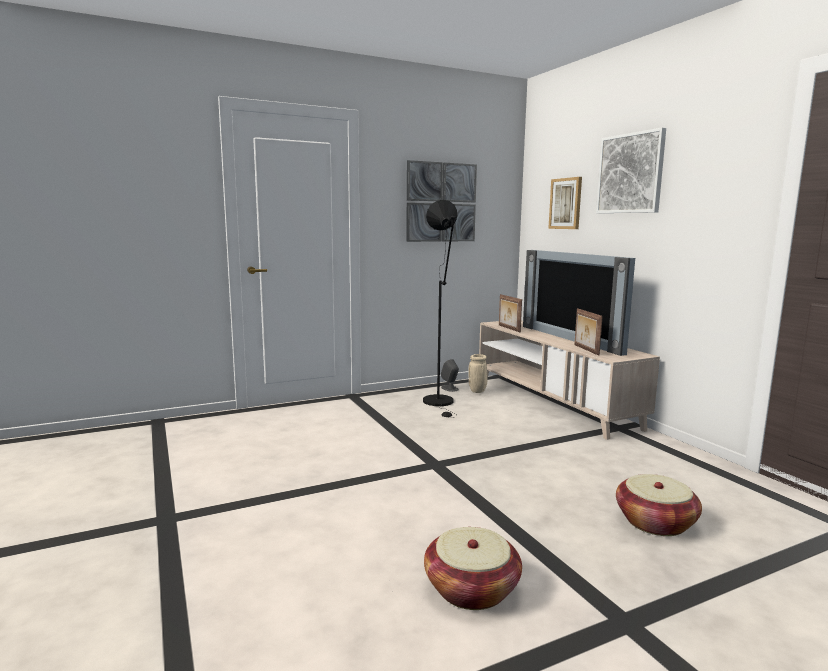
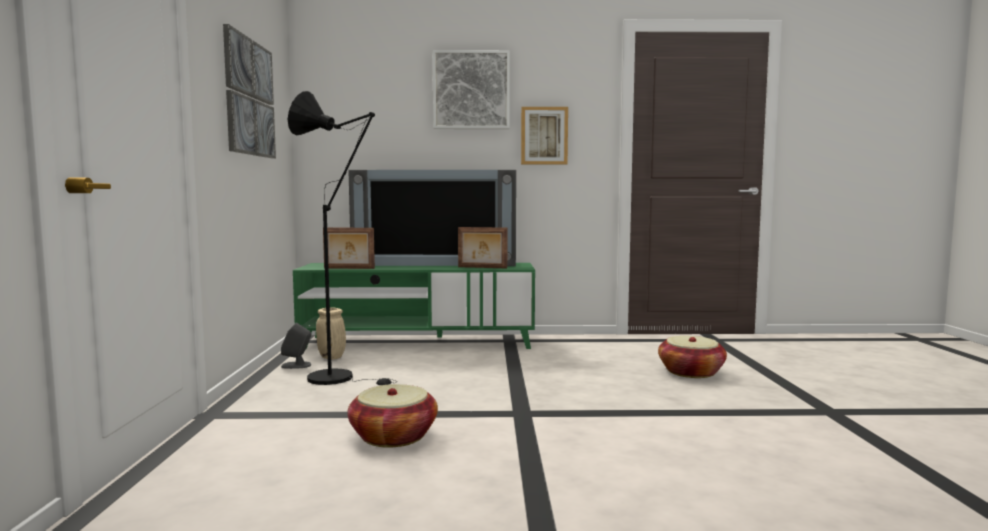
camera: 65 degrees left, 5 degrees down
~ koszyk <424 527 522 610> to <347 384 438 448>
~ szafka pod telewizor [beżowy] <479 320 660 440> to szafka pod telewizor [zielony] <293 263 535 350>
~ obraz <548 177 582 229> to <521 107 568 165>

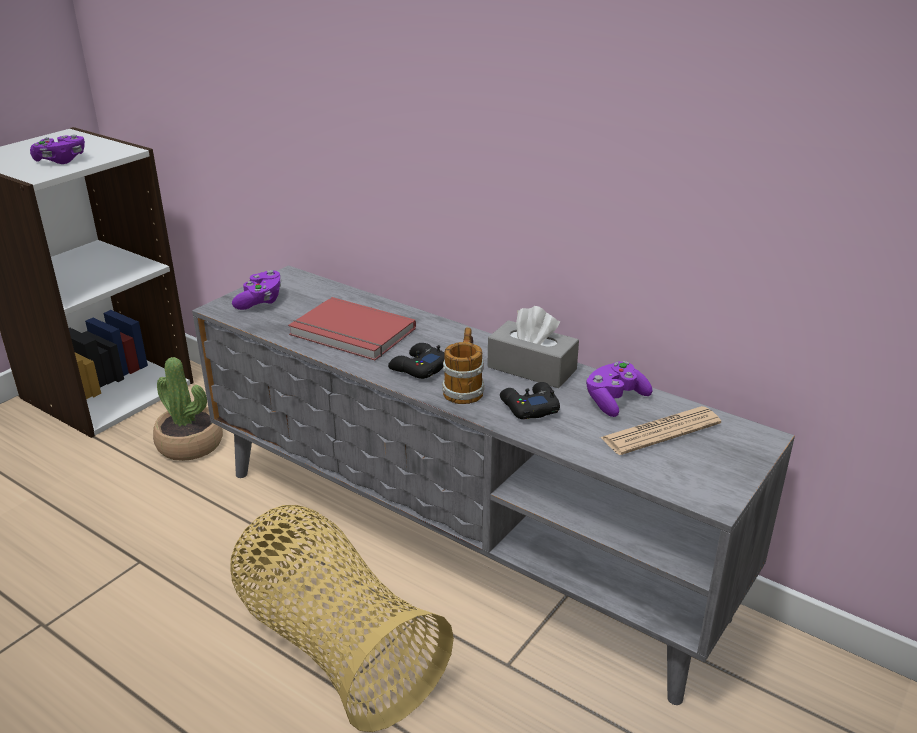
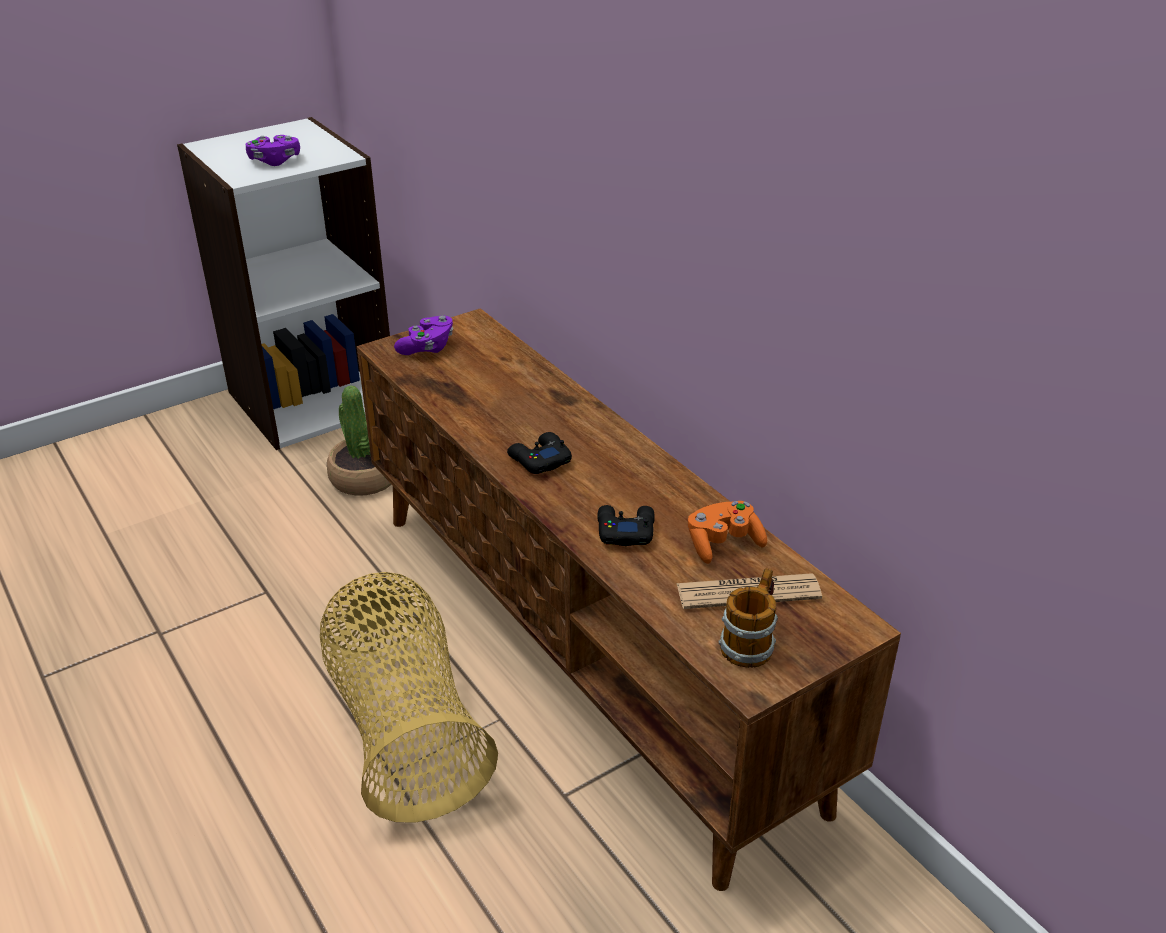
camera: 20 degrees right, 5 degrees up
~ szafka pod telewizor [szary] <192 265 795 705> to szafka pod telewizor [brązowy] <357 308 901 891>
- książka [czerwony] <288 297 416 360>
~ kubek <442 328 484 404> to <719 568 778 668>
- pudełko chusteczek [szary] <487 306 579 388>
~ pad do gier [fioletowy] <586 361 653 417> to pad do gier [pomarańczowy] <688 501 767 564>

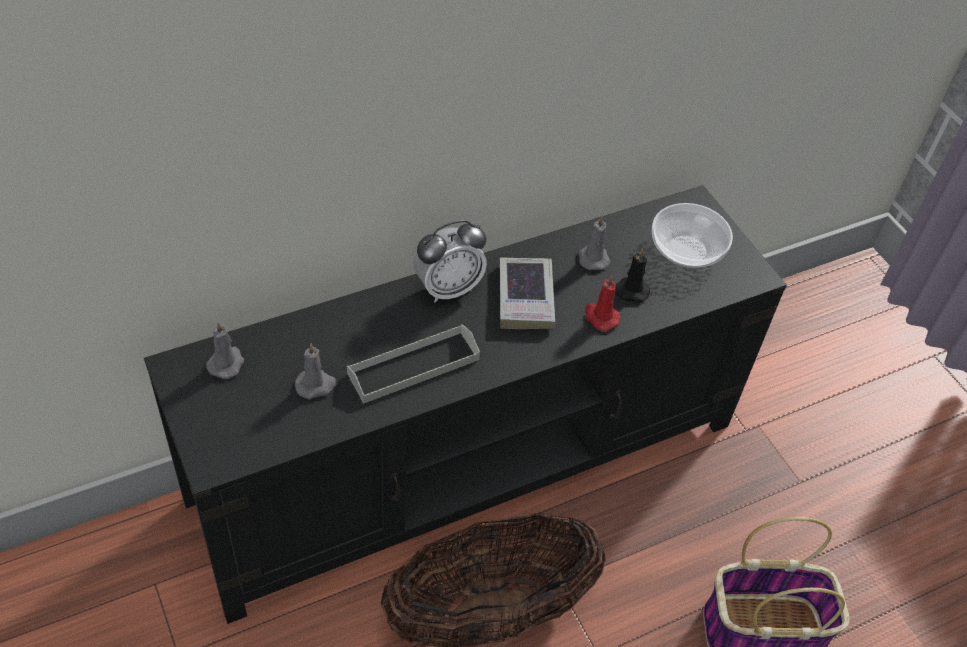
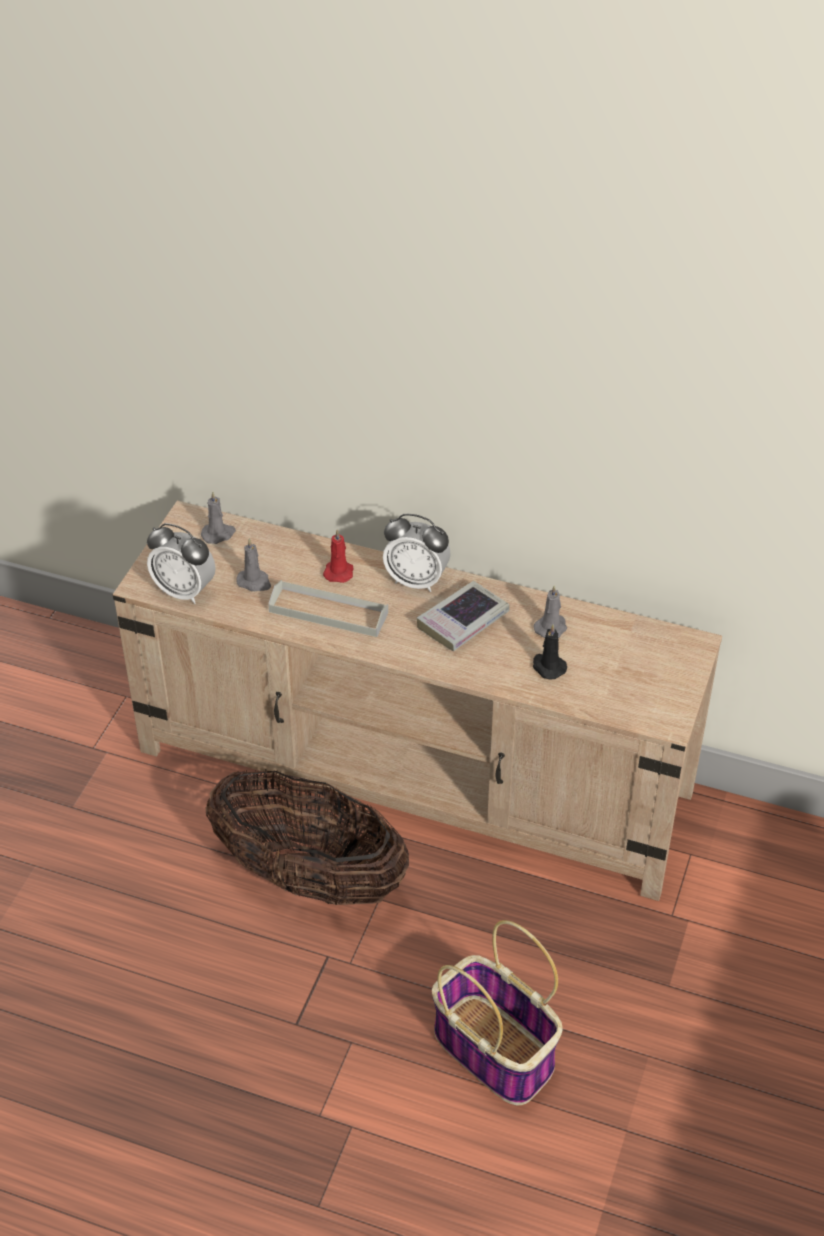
camera: 50 degrees right, 5 degrees down
~ szafka pod telewizor [czarny] <144 185 787 624> to szafka pod telewizor [beżowy] <113 501 722 901>
~ świeca [czerwony] <585 275 620 331> to <323 529 353 583>
- miska <652 203 733 268>
+ budzik <147 523 216 604>

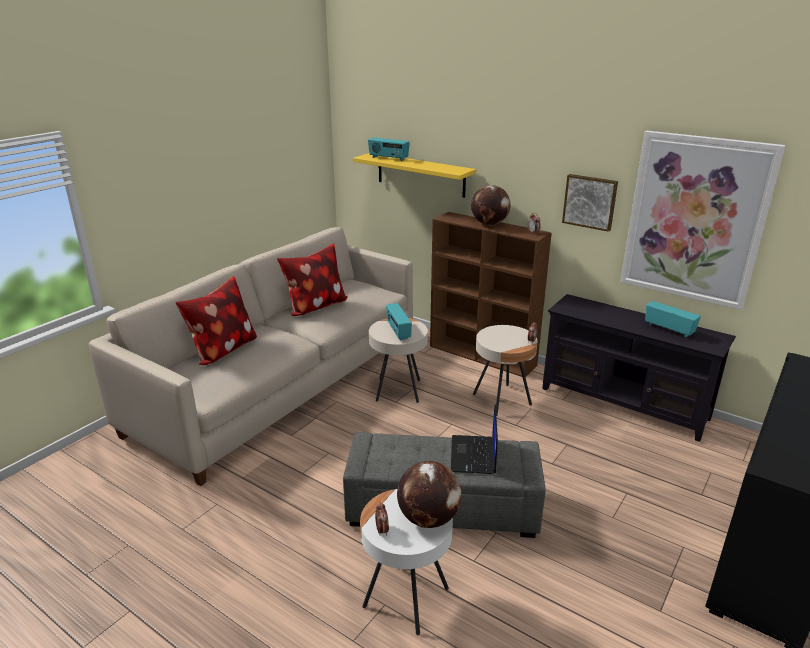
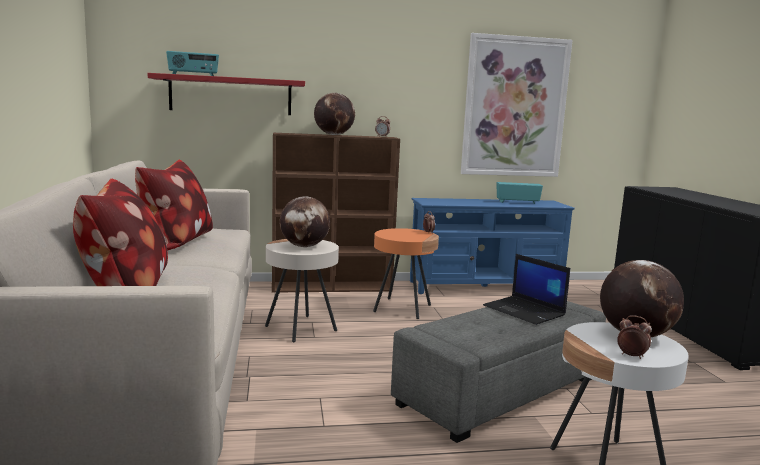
camera: 45 degrees left, 15 degrees down
~ półka [żółty] <353 153 476 198> to półka [czerwony] <148 73 305 115>
~ radio <386 303 412 341> to globus <280 196 330 247>
~ stolik [beżowy] <473 325 538 416> to stolik [pomarańczowy] <373 228 439 319>
~ szafka pod telewizor [czarny] <542 294 736 442> to szafka pod telewizor [niebieski] <410 198 575 294>
- obraz <562 174 618 232>

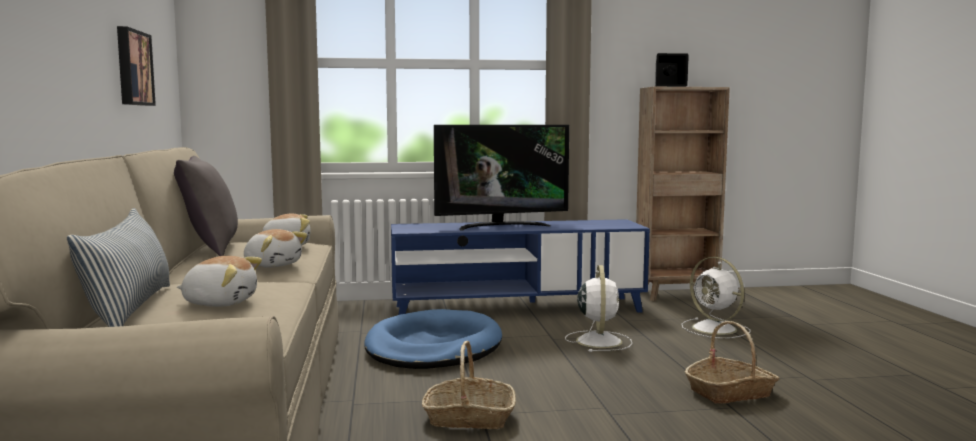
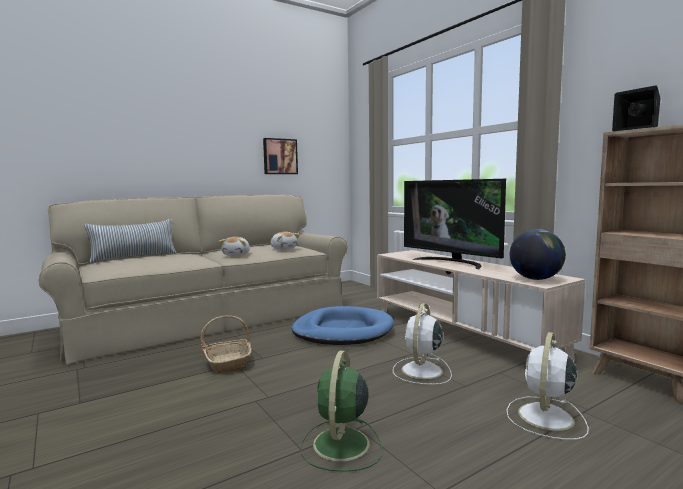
camera: 65 degrees right, 0 degrees up
- poduszka [szary] <174 156 238 256>
- pluszak <177 256 262 307>
~ szafka pod telewizor [niebieski] <391 219 650 315> to szafka pod telewizor [beżowy] <377 250 585 361>
~ wentylator [biały] <565 265 632 352> = <393 303 452 385> 135 degrees clockwise
~ koszyk <685 321 780 404> to wentylator [zielony] <301 351 382 472>
+ globus <510 229 566 280>

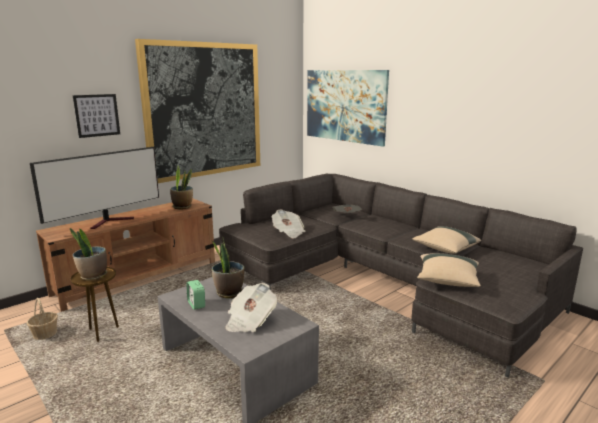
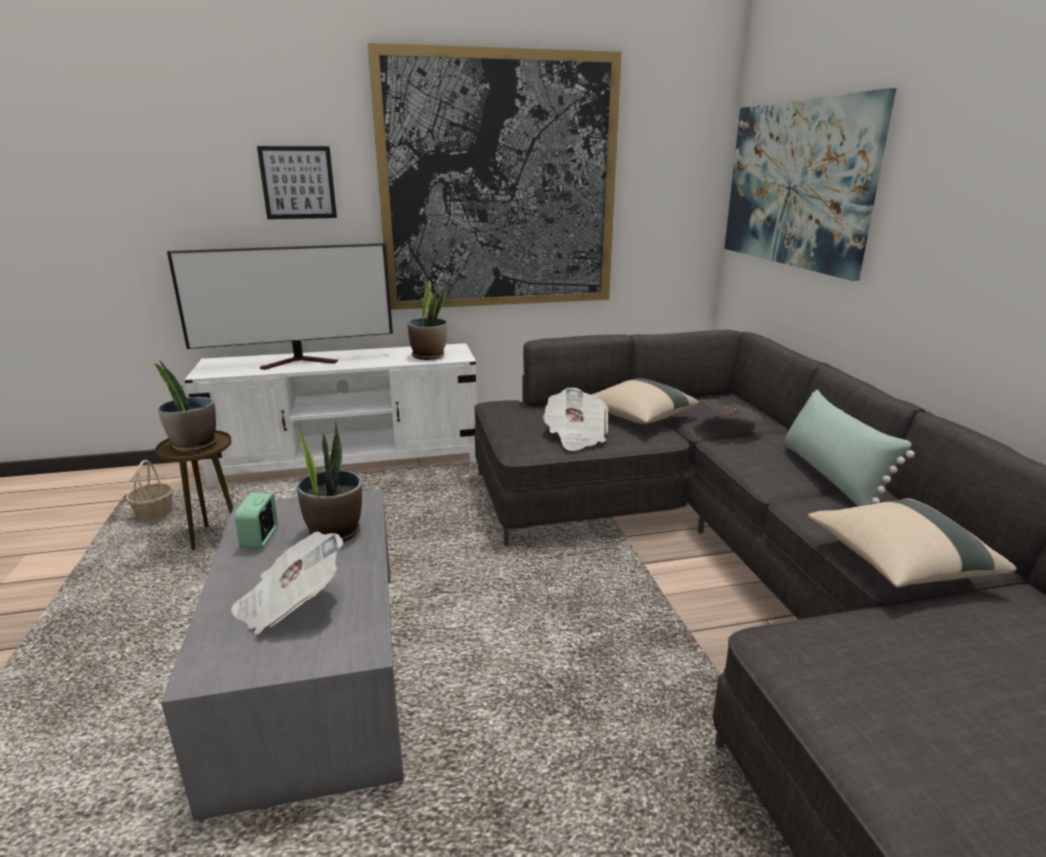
camera: 30 degrees right, 5 degrees up
~ szafka pod telewizor [brązowy] <36 199 215 312> to szafka pod telewizor [biały] <185 343 477 487>
~ poduszka [beżowy] <417 253 481 287> to <590 378 699 424>
+ poduszka [zielony] <785 389 915 506>

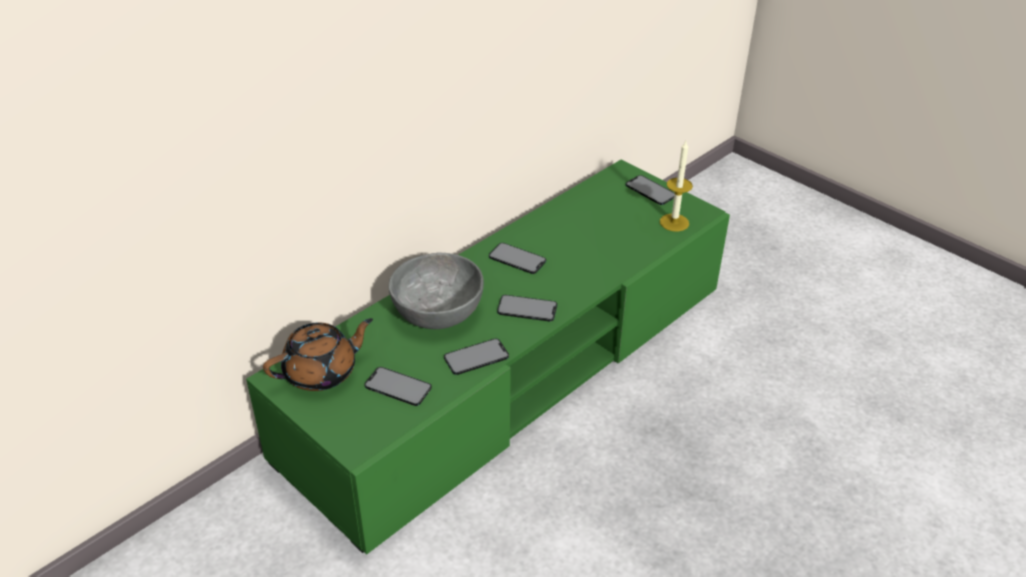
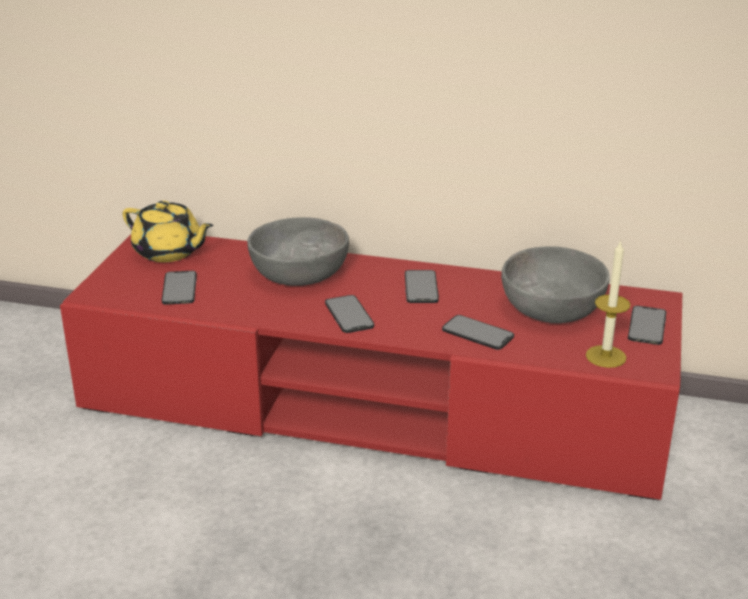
camera: 60 degrees right, 10 degrees down
~ szafka pod telewizor [zielony] <246 159 730 555> to szafka pod telewizor [czerwony] <60 234 682 500>
~ imbryk [brązowy] <263 318 373 391> to imbryk [żółty] <122 201 214 262>
~ telefon <444 339 509 375> to <442 315 514 350>
+ miska [szary] <501 246 610 323>

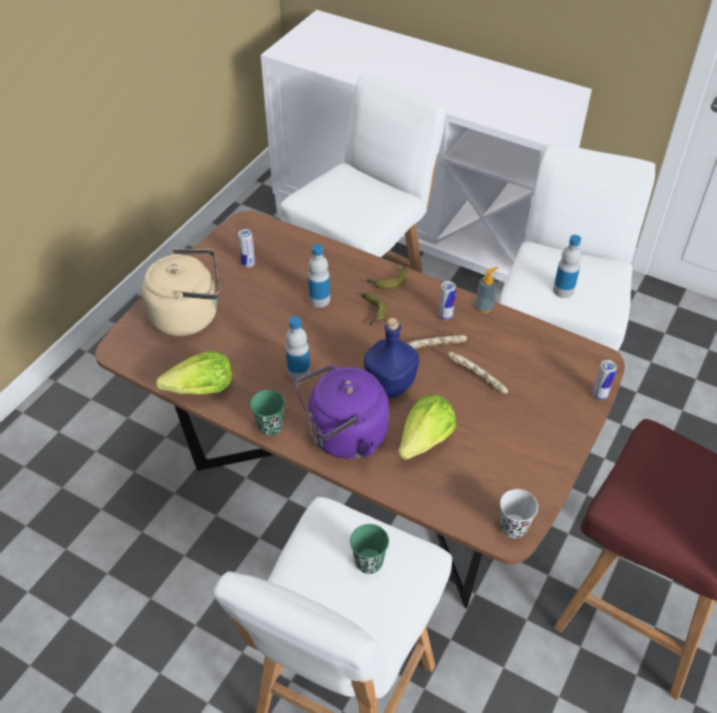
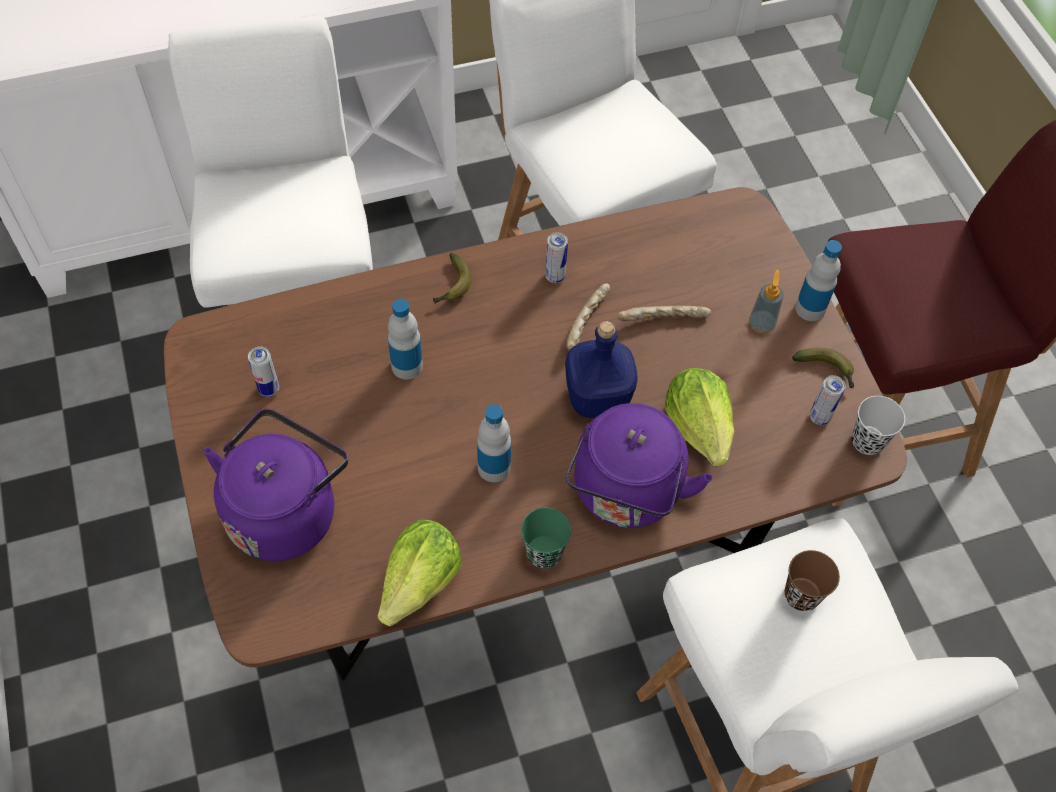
camera: 50 degrees left, 10 degrees up
~ czajnik [beżowy] <142 248 220 336> to czajnik [fioletowy] <203 409 348 561>
~ filiżanka [zielony] <350 524 389 574> to filiżanka [brązowy] <785 550 840 611>
~ banan <362 293 388 326> to <792 348 854 388>
~ dozownik mydła <475 267 498 313> to <749 270 784 334>
~ butelka <553 235 582 298> to <795 240 842 321>
~ puszka <593 360 617 400> to <810 375 845 425>

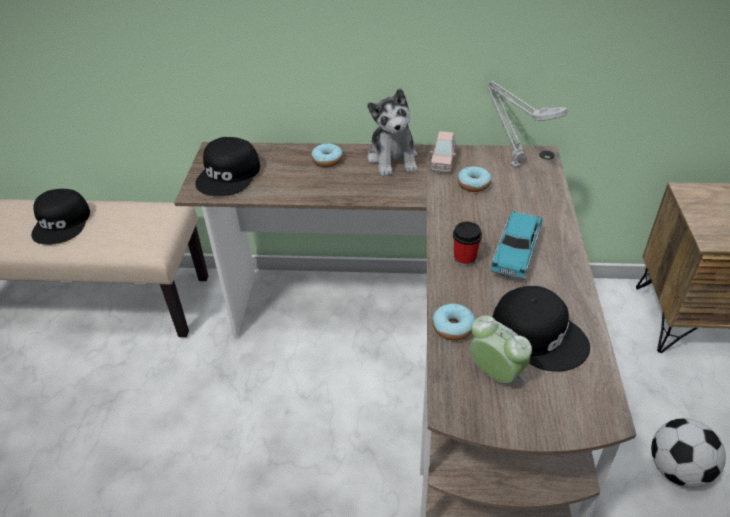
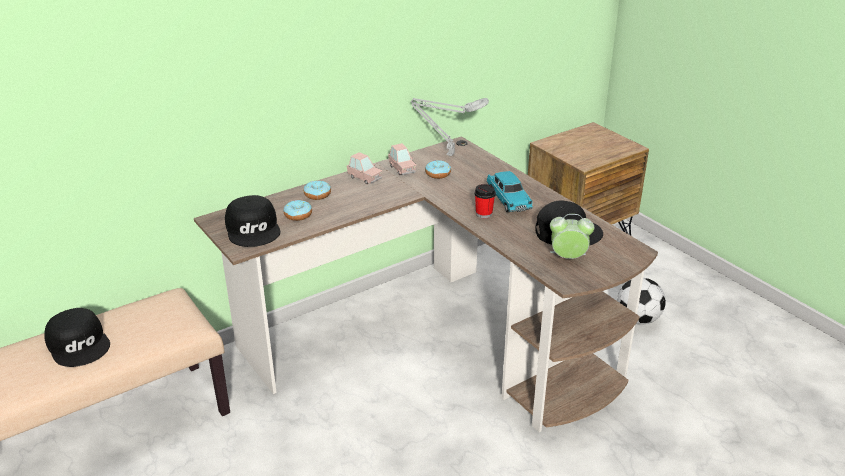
camera: 40 degrees left, 10 degrees down
~ pluszak <367 88 418 176> to samochodzik [różowy] <347 152 382 184>
~ donut <432 303 475 341> to <283 200 312 221>

